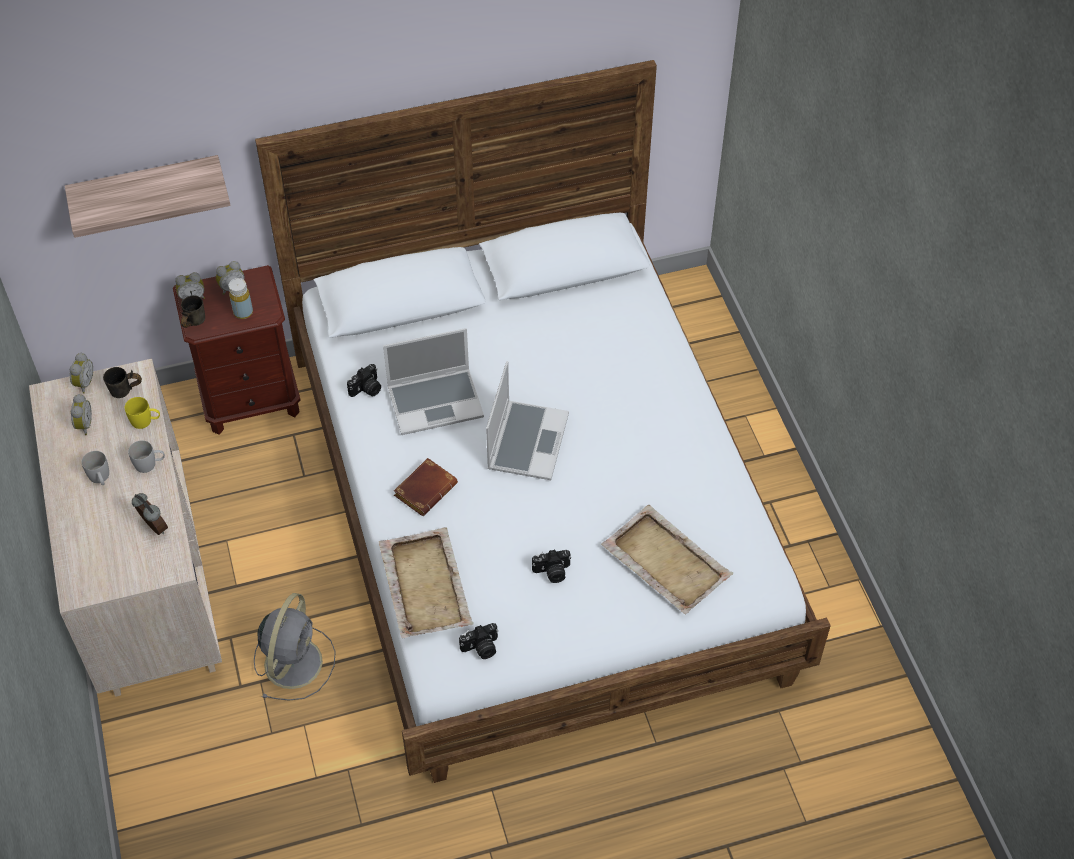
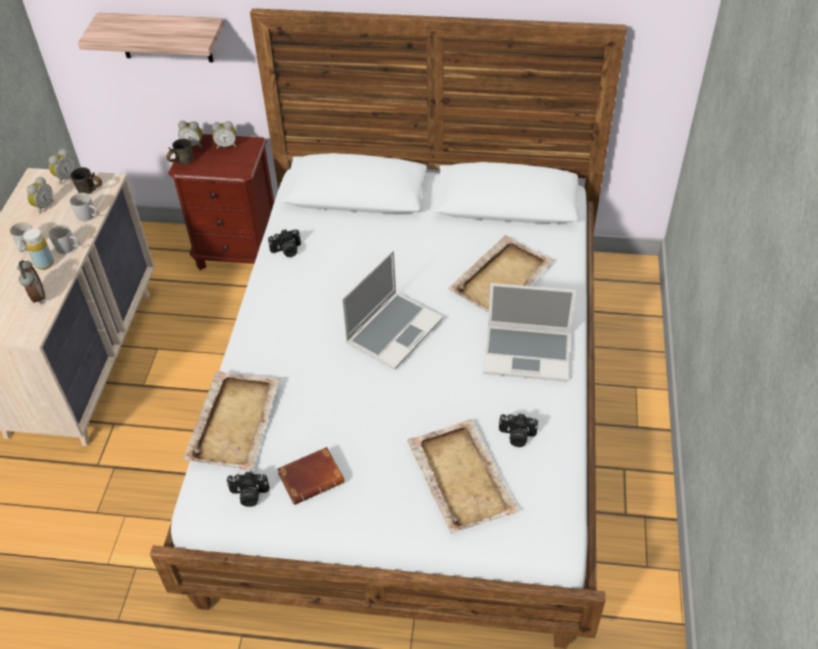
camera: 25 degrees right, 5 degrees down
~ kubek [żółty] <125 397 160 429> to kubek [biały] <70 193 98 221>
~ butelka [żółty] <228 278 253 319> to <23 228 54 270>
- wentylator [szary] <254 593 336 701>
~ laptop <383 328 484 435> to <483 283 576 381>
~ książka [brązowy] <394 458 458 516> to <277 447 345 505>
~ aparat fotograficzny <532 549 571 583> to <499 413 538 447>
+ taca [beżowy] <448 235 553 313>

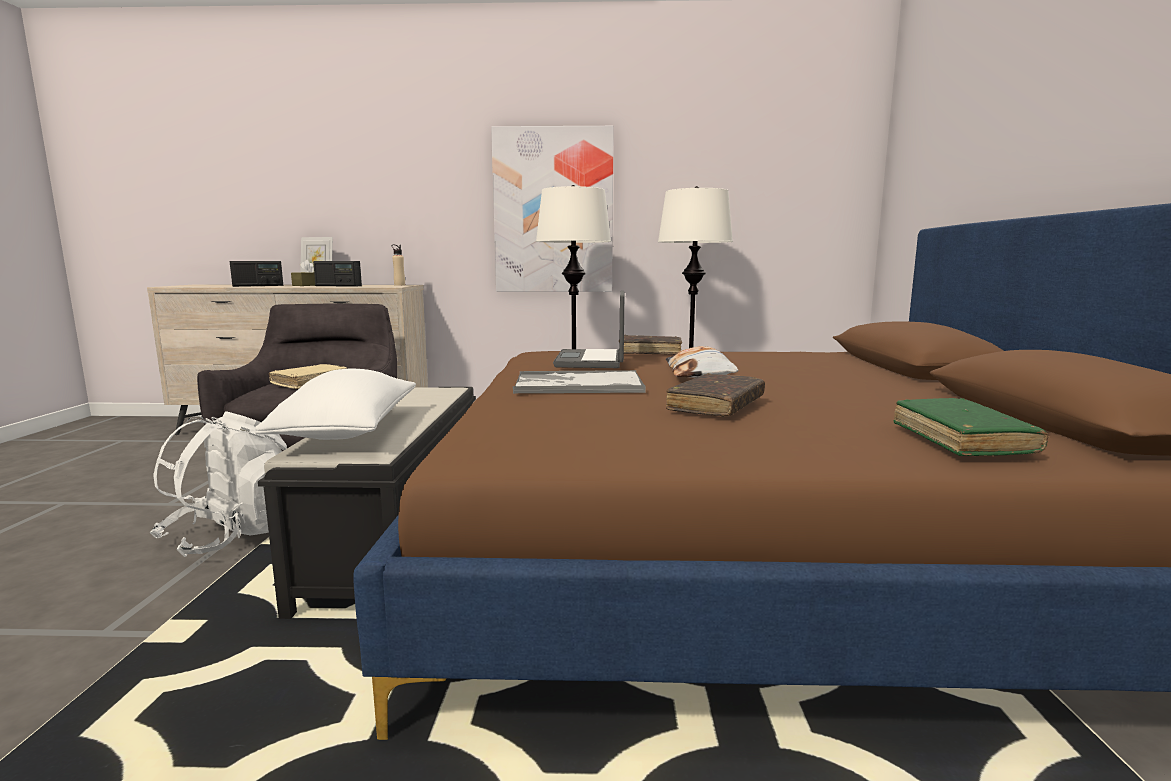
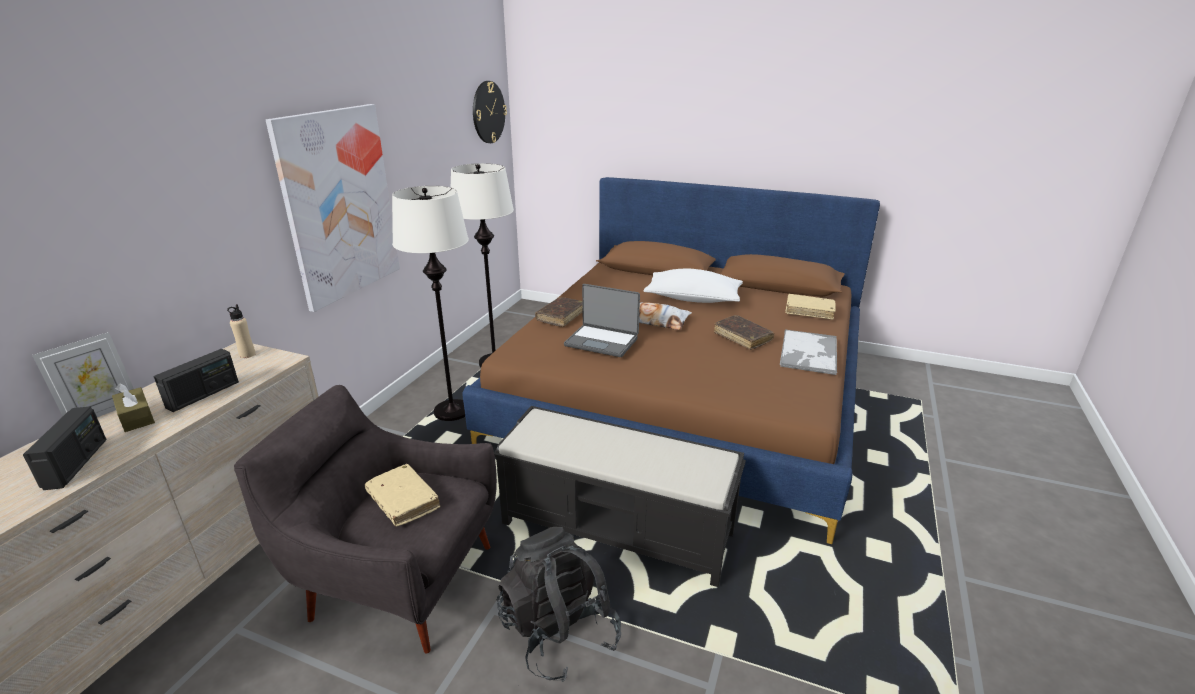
camera: 70 degrees left, 15 degrees up
~ plecak [biały] <150 411 287 557> to plecak [czarny] <497 527 621 682>
~ poduszka [biały] <255 369 416 440> to <644 269 743 303>
~ taca <513 370 646 393> to <780 330 837 375>
~ książka [zielony] <893 398 1048 456> to książka [beżowy] <786 294 836 320>
+ zegar ścienny <473 81 507 143>

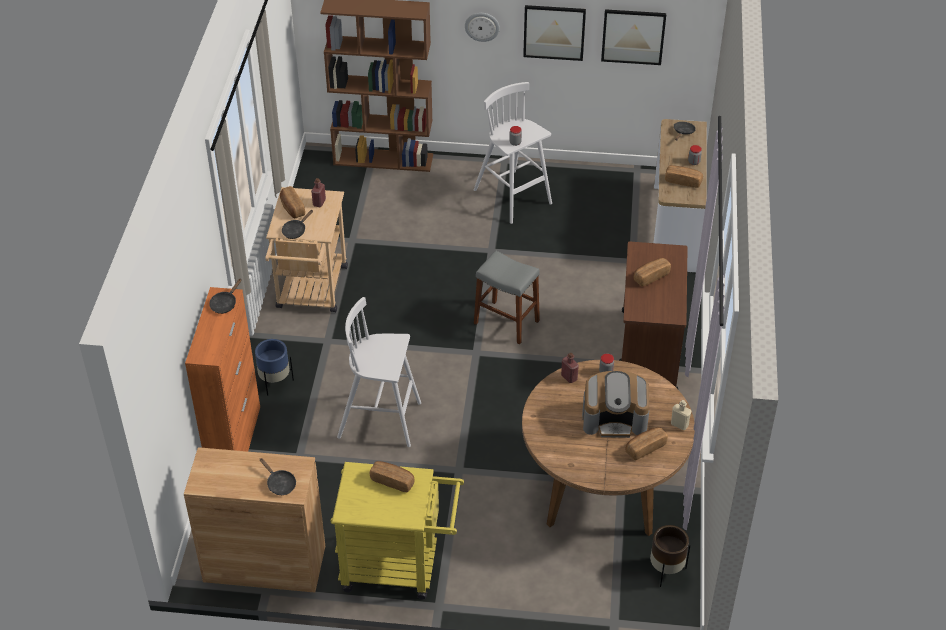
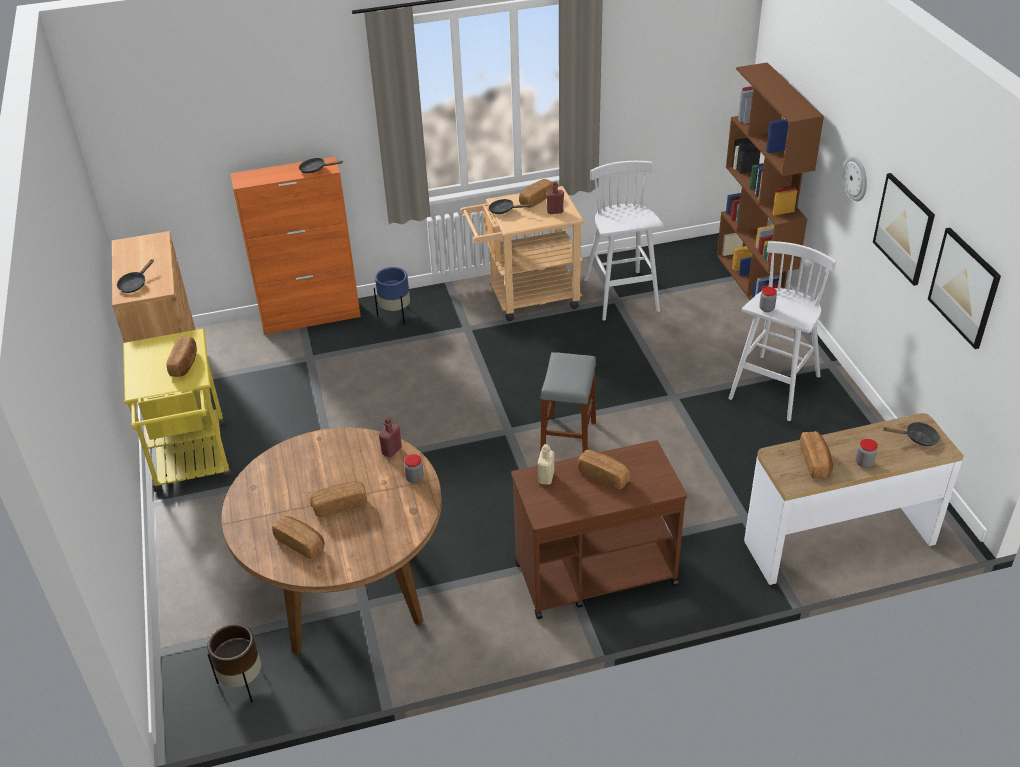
camera: 70 degrees right, 5 degrees down
~ stołek [biały] <337 297 421 447> to <584 161 664 320>
~ ekspres do kawy <582 371 649 438> to chleb <310 481 367 517>
~ butelka [beżowy] <671 400 691 430> to <538 444 554 485>

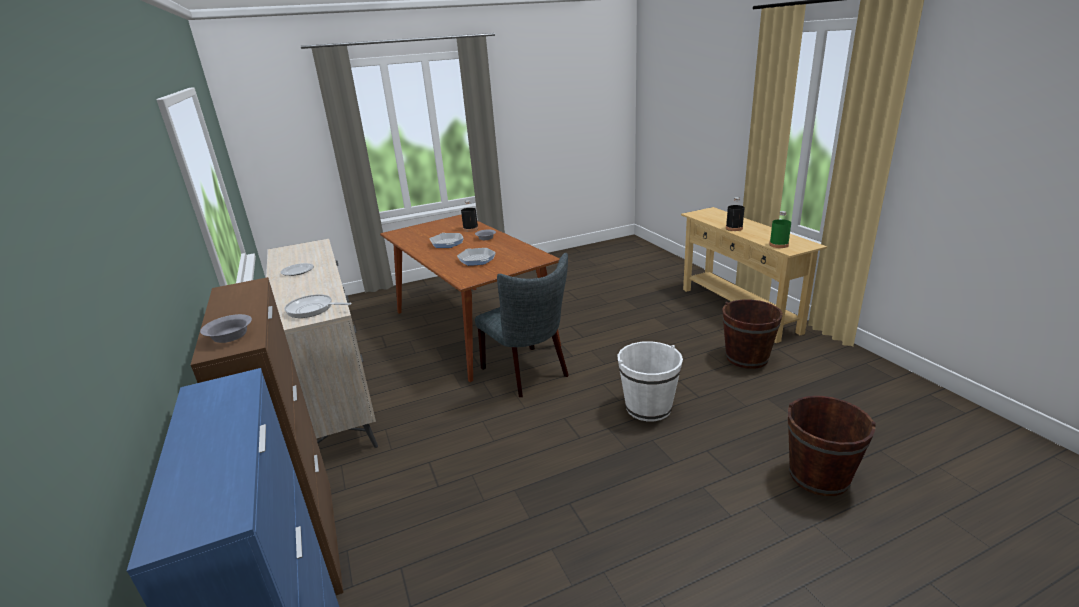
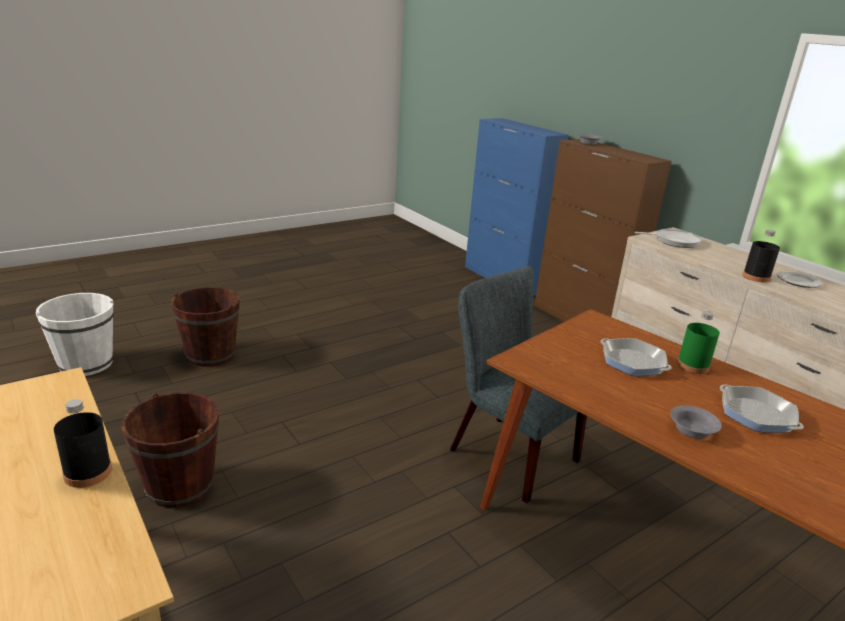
camera: 165 degrees right, 0 degrees up
~ butelka [czarny] <461 200 478 232> to <743 230 780 283>
~ wiadro [biały] <617 341 683 421> to <36 293 114 376>
~ butelka [zielony] <769 211 791 248> to <677 311 720 374>

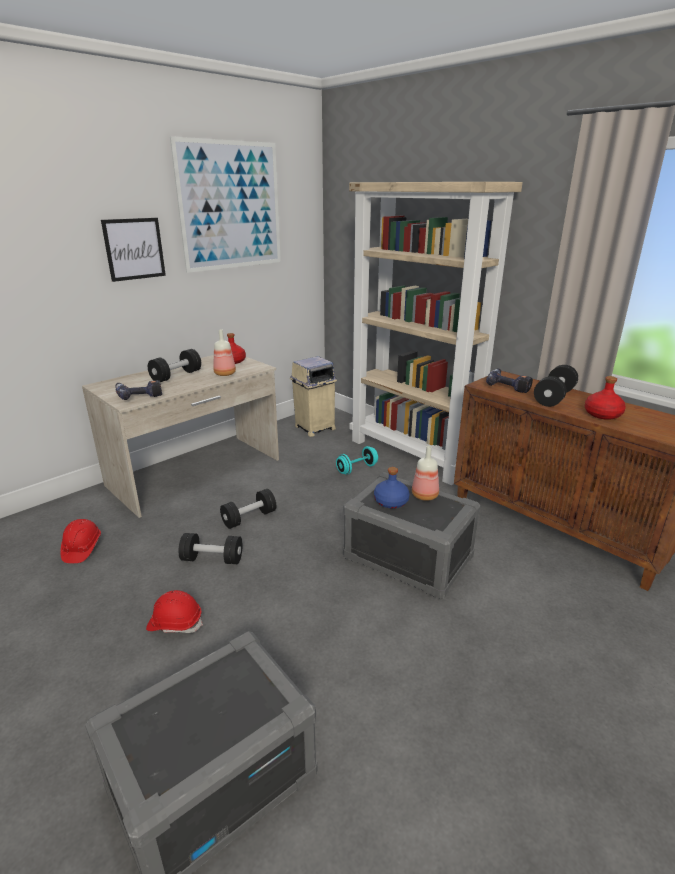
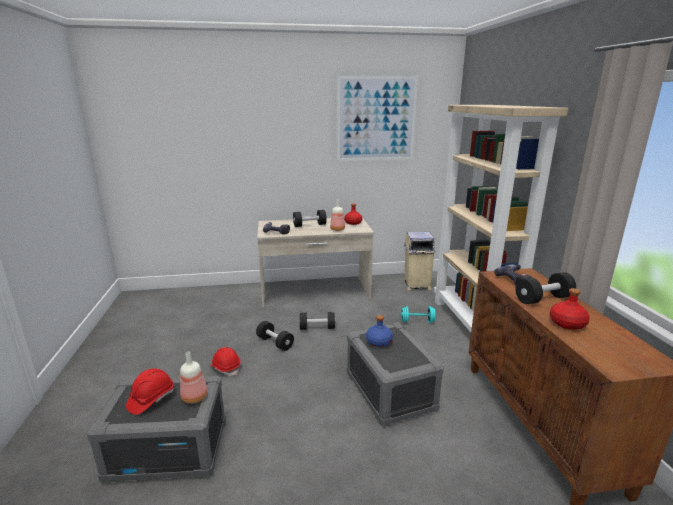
camera: 35 degrees right, 5 degrees down
~ kask [czerwony] <60 519 101 563> to <126 368 174 415>
- obraz <101 218 166 282>
~ butelka <412 446 439 501> to <180 352 208 404>

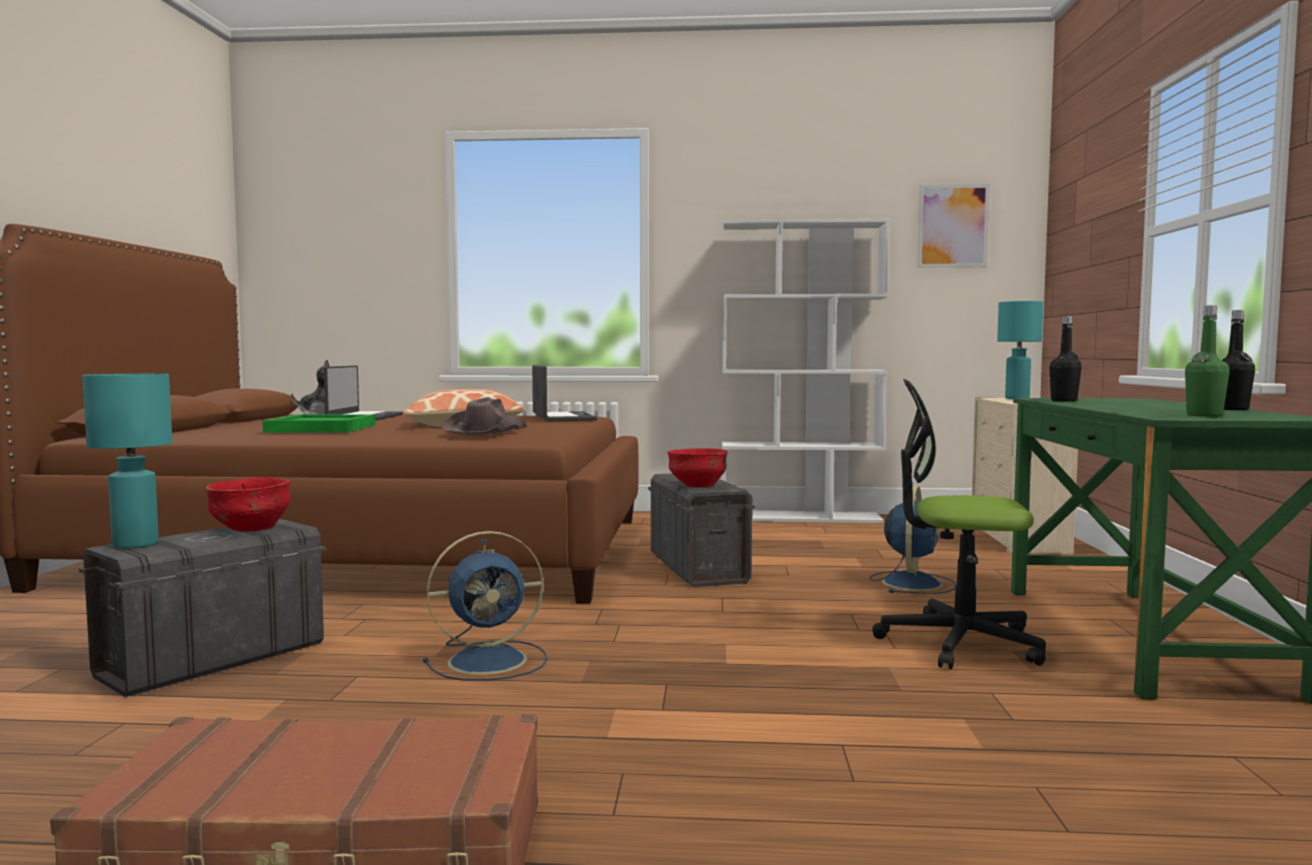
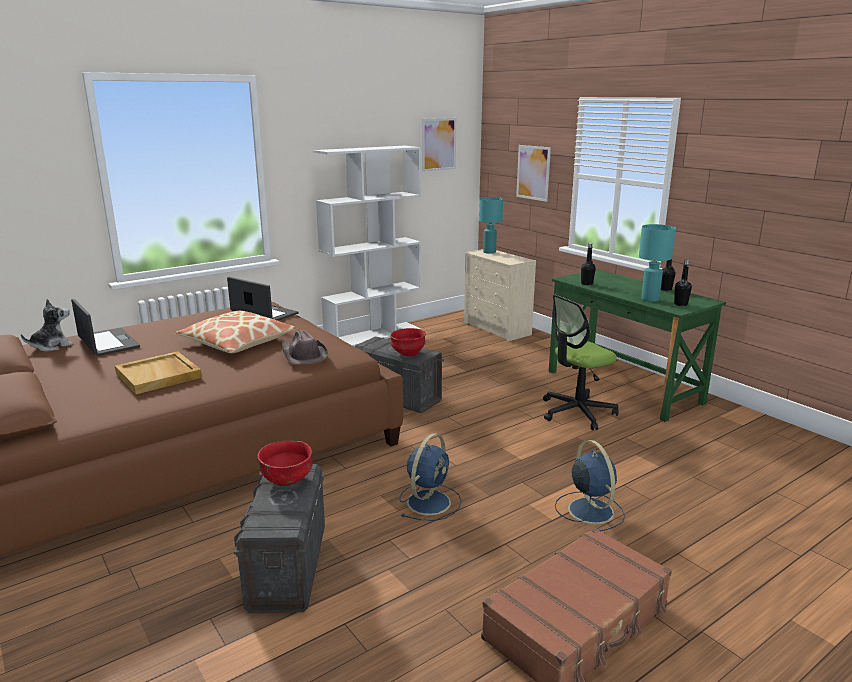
camera: 40 degrees left, 15 degrees up
~ lampa stołowa [turkusowy] <83 374 172 549> to <639 224 676 302>
~ taca [zielony] <262 414 376 433> to taca [beżowy] <115 351 202 394>
~ wentylator [niebieski] <870 486 956 594> to <555 440 625 532>
~ butelka [zielony] <1185 305 1230 417> to butelka [czarny] <674 260 692 306>
+ obraz <516 145 551 202>

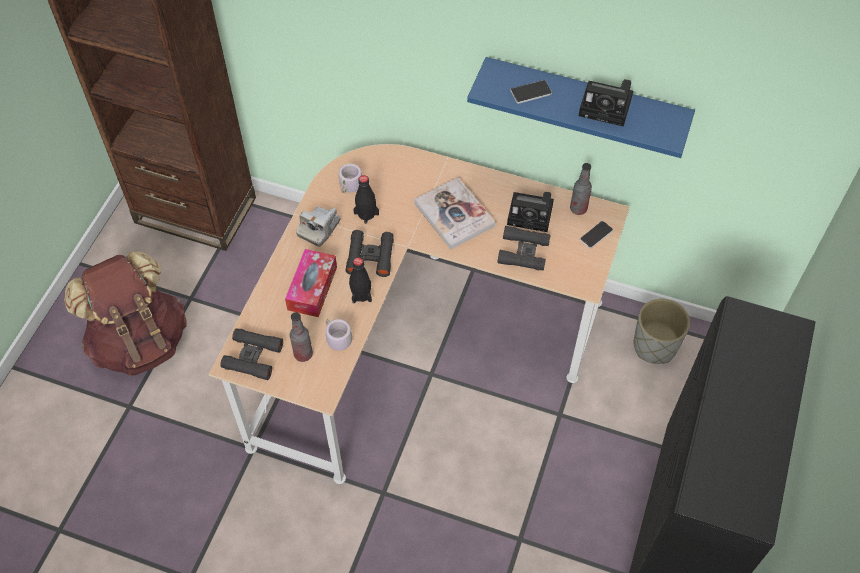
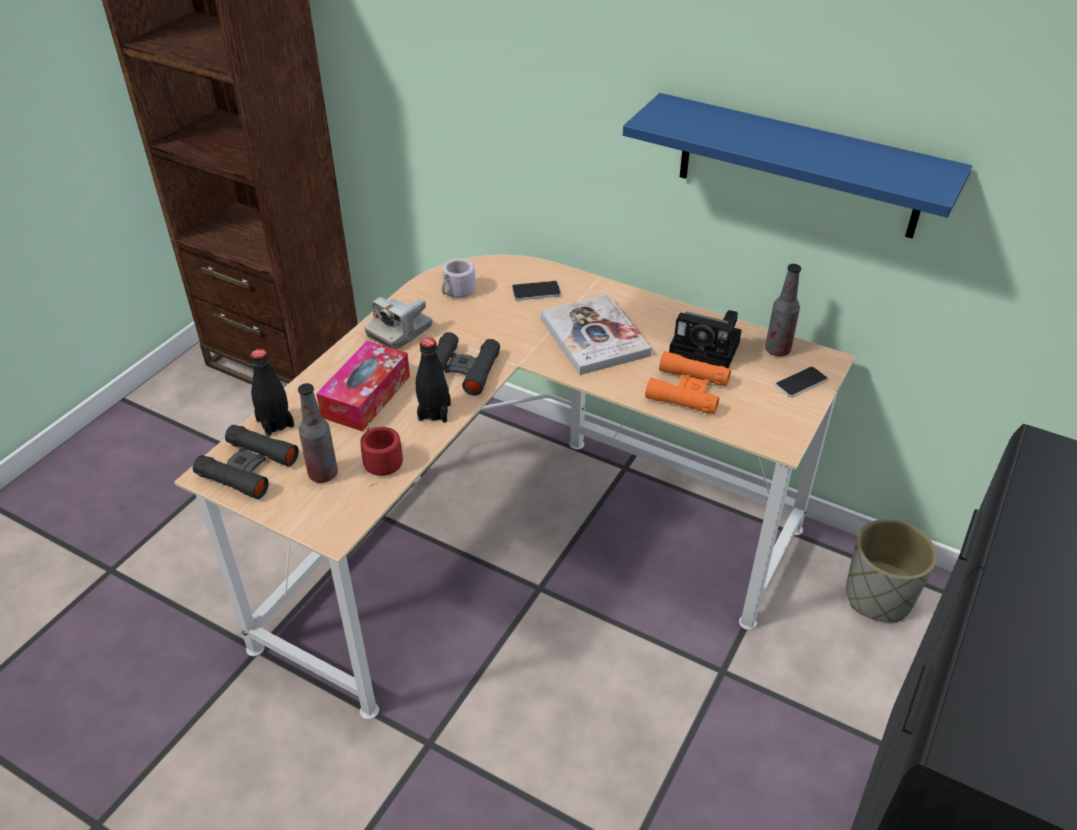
camera: 10 degrees right, 15 degrees down
- plecak [brązowy] <64 251 187 376>
~ kubek [szary] <326 318 352 351> to kubek [czerwony] <360 423 403 485>
~ butelka [czarny] <353 175 379 224> to <251 349 294 437>
~ lornetka [czarny] <497 226 551 271> to lornetka [pomarańczowy] <645 351 731 414>
~ telefon <510 80 552 104> to <512 281 561 301>
- aparat fotograficzny <579 79 633 127>

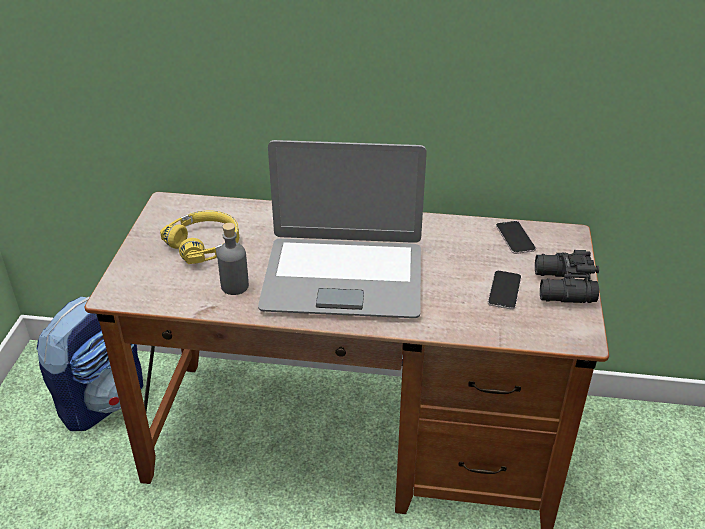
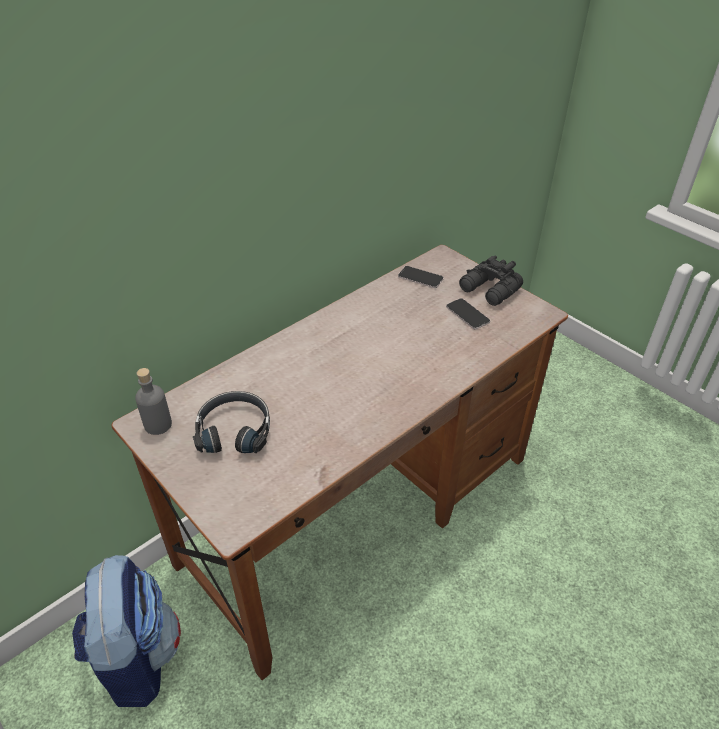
camera: 50 degrees left, 5 degrees up
~ słuchawki [żółty] <160 211 239 264> to słuchawki [czarny] <193 391 270 453>
~ butelka [szary] <217 223 249 295> to <135 368 172 435>
- laptop <258 140 427 318>

